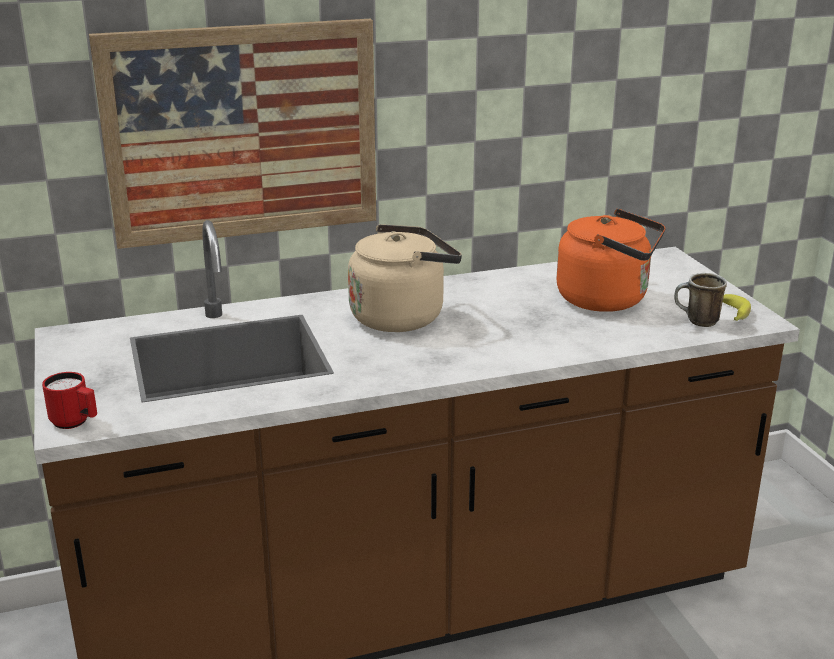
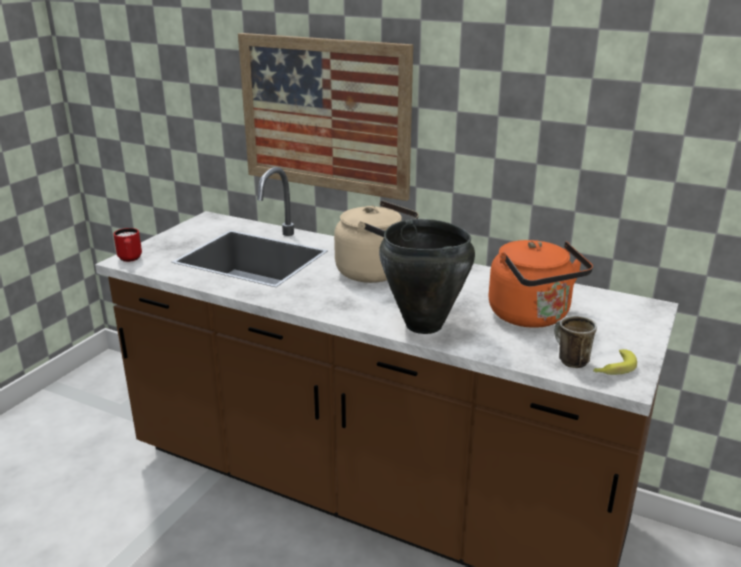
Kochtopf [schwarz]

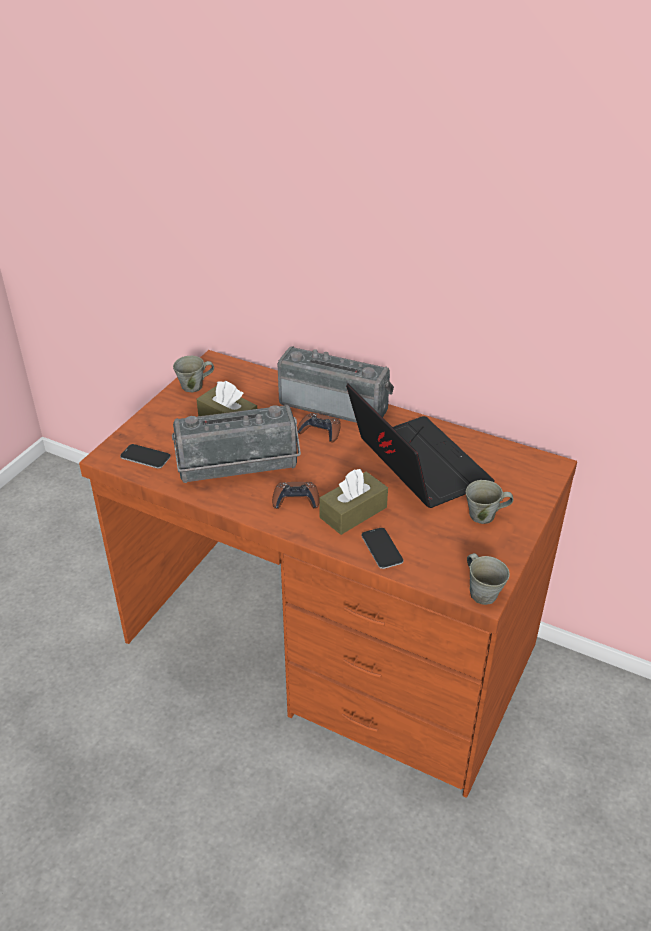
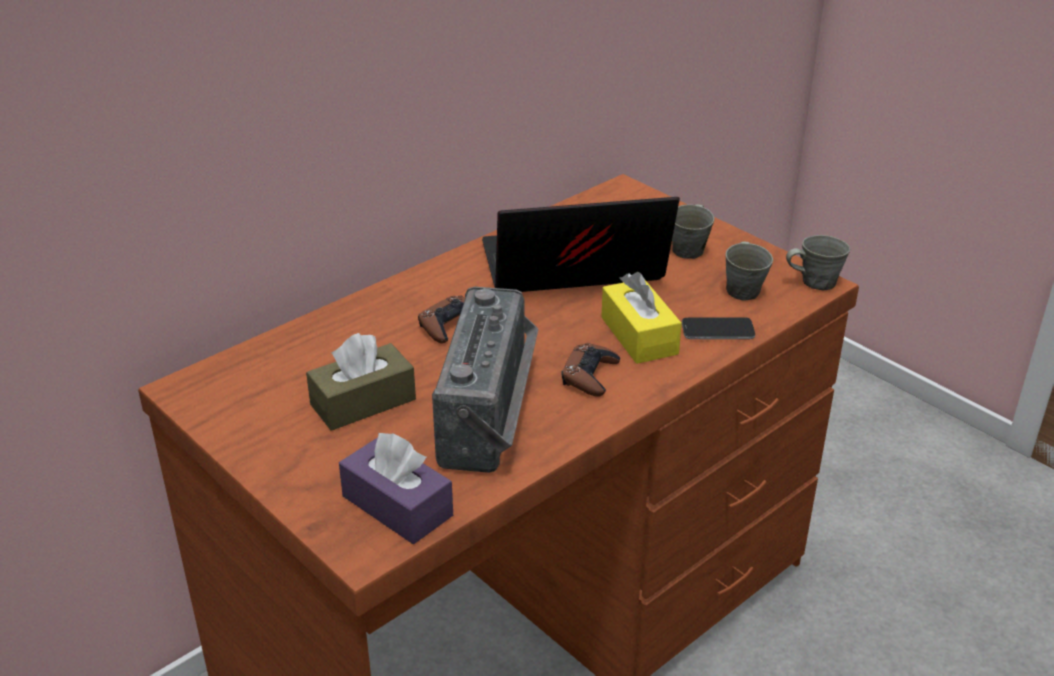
Radio (2nd from left in the first image); Henkelbecher [grau] (2nd from left); Taschentuchbox [lila]; Taschentuchbox [gelb]

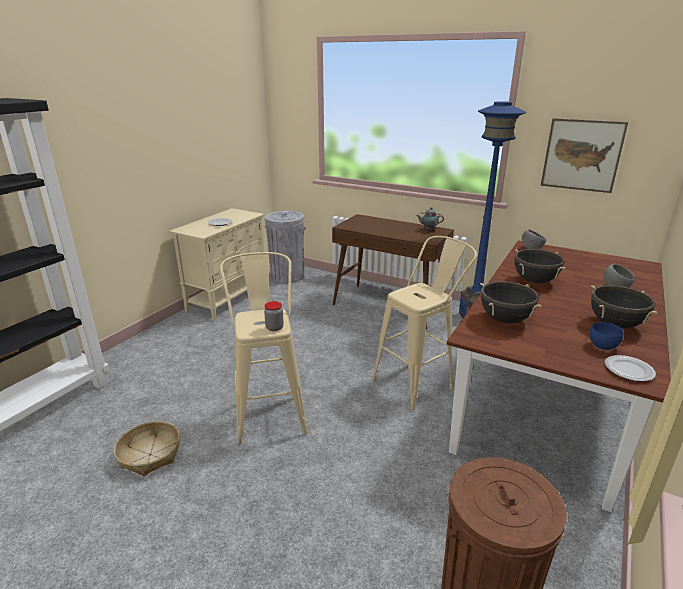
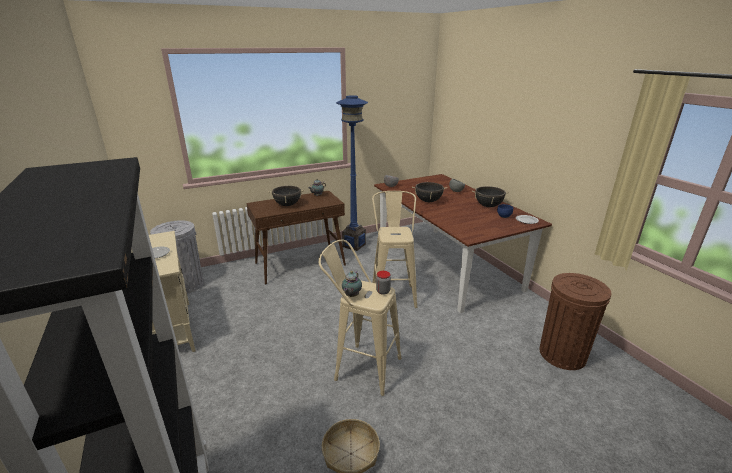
Bild; Kochtopf [schwarz] (1st from left); Teekanne (2nd from left)

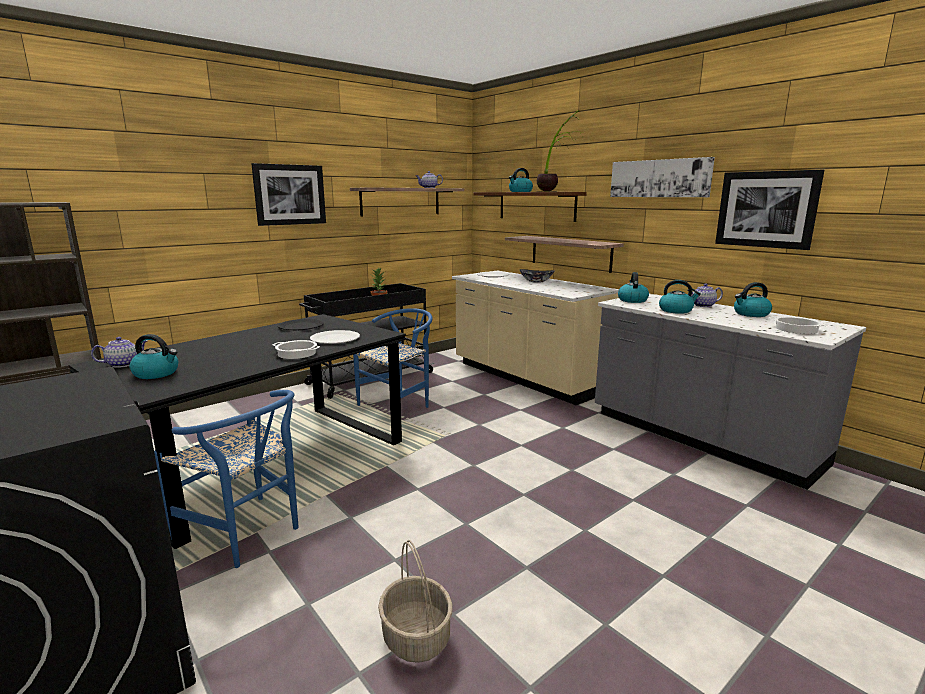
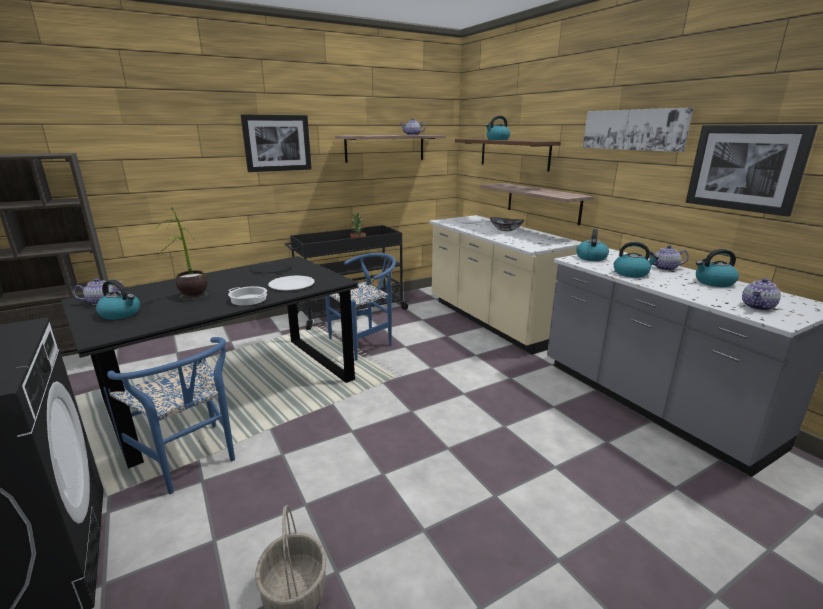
Topfpflanze (1st from left); Teekanne (4th from left)

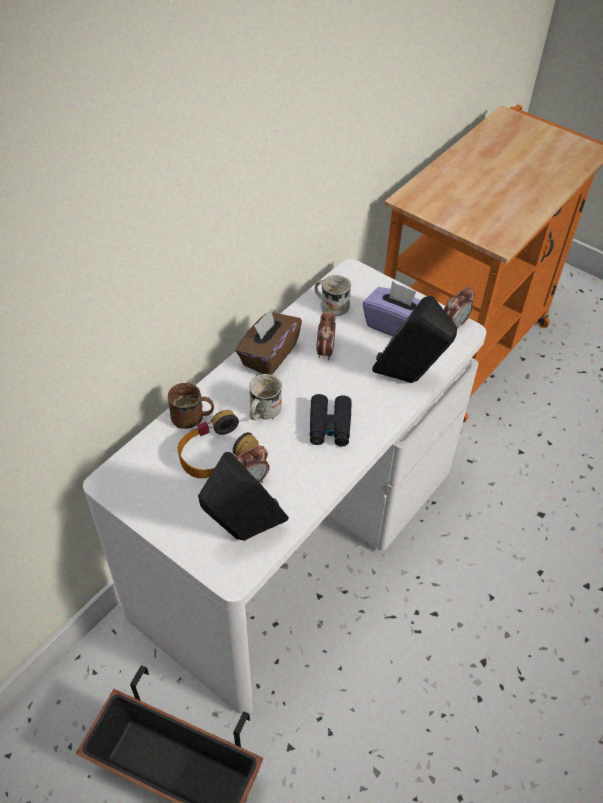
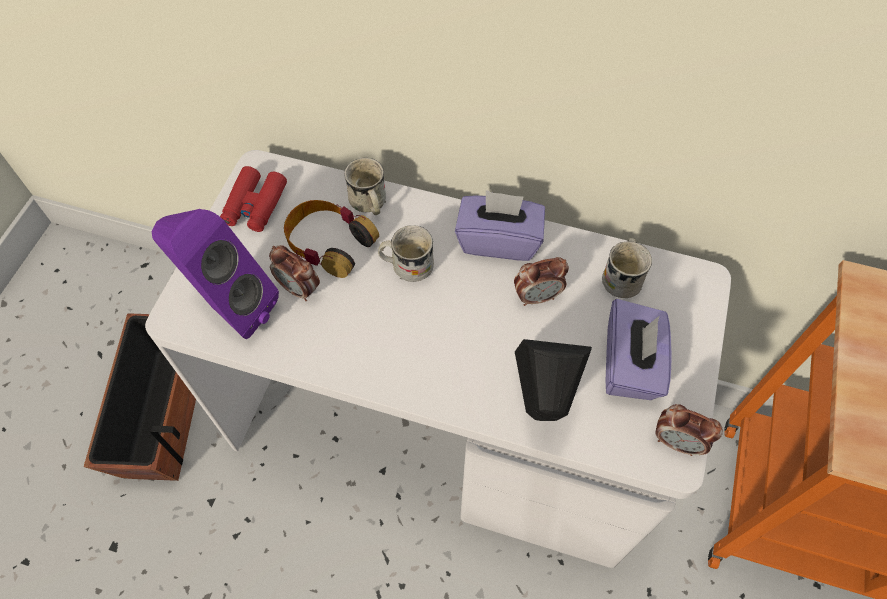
Taschentuchbox [lila] (1st from left); Henkelbecher [weiß] (1st from left); Fernglas [schwarz]; Lautsprecher [lila]; Fernglas [rot]

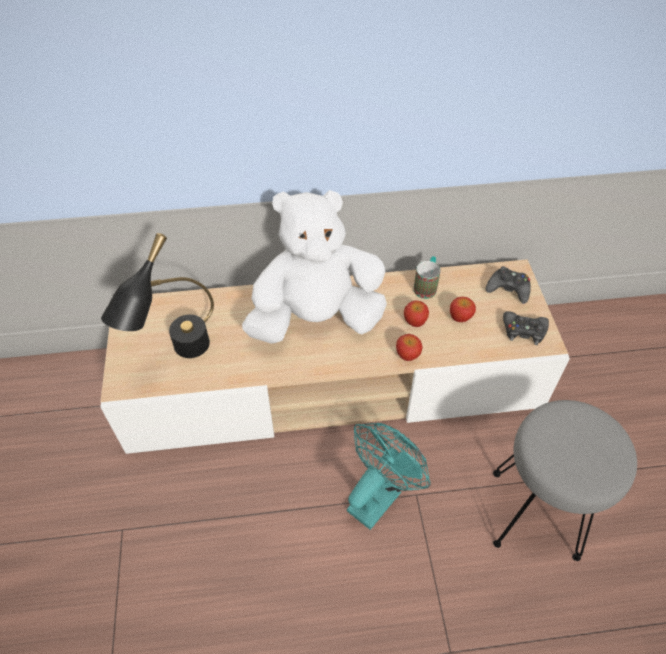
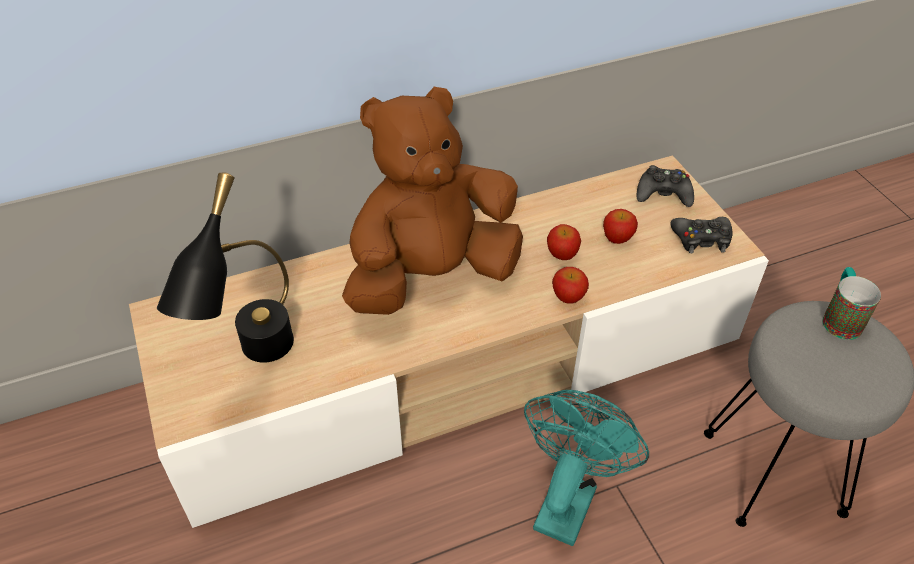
Plüschtier [braun]; Henkelbecher

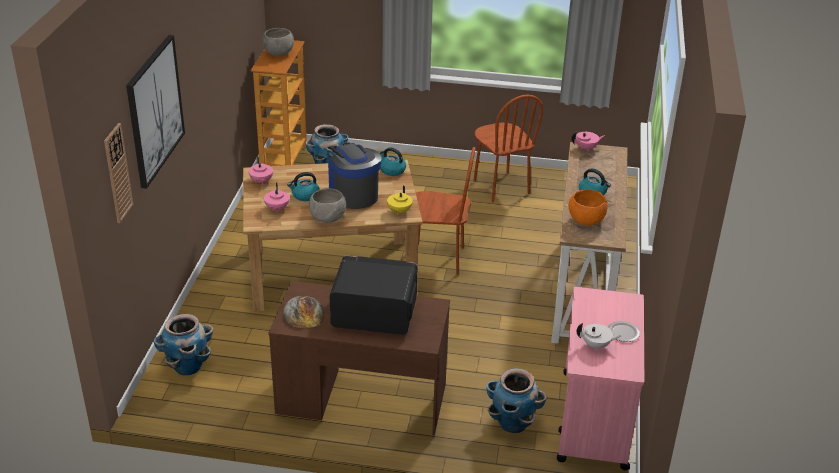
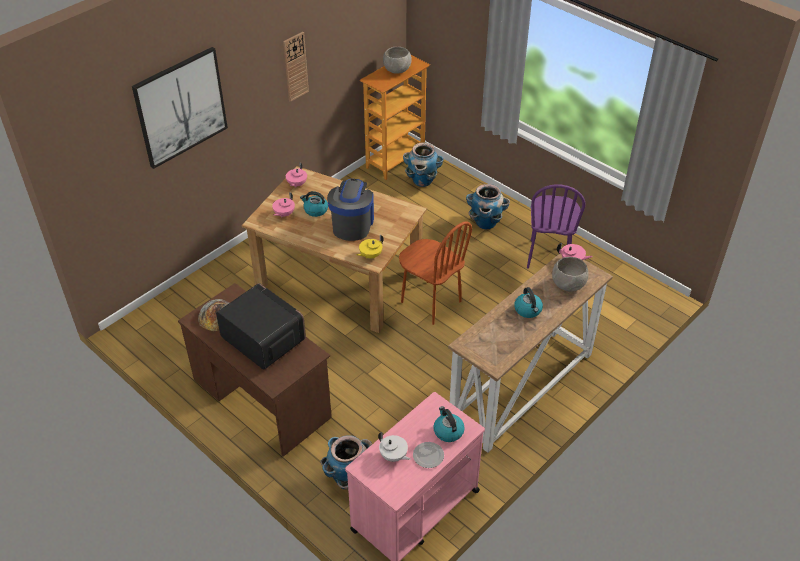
Stuhl [lila]; Wanduhr; Wasserkessel (2nd from left); Schüssel [grau] (2nd from left); Schüssel [orange]; Pflanzkübel (3rd from left)

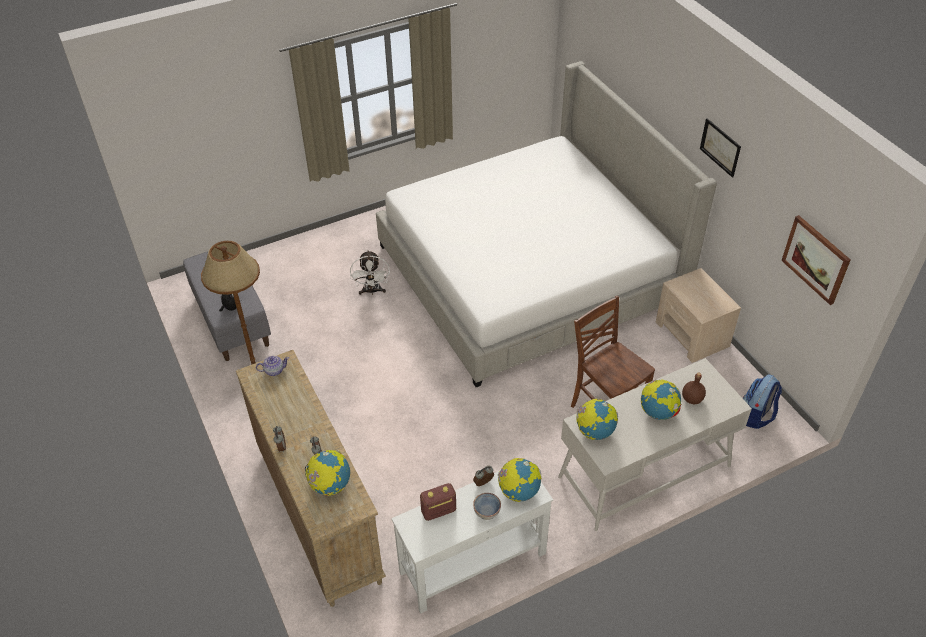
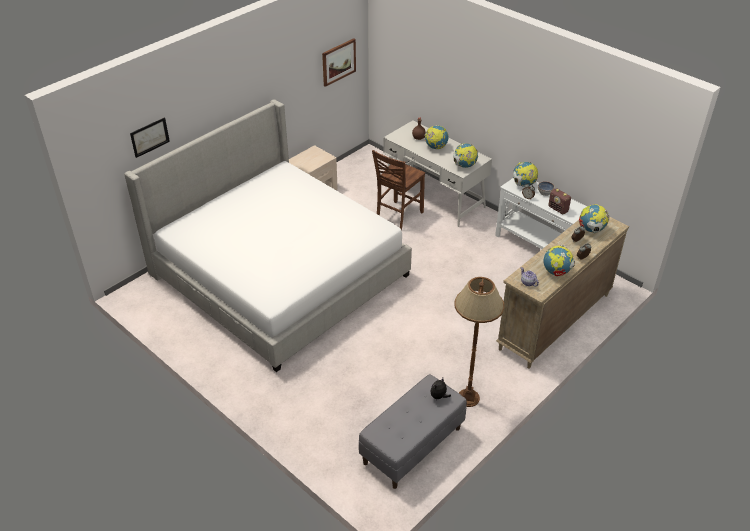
Bild (1st from left); Ventilator [weiß]; Rucksack; Globus (4th from left)

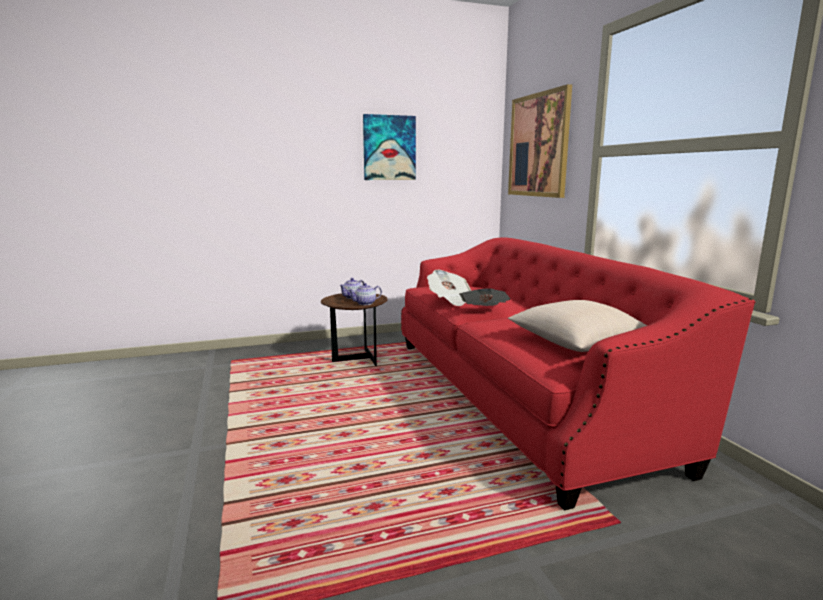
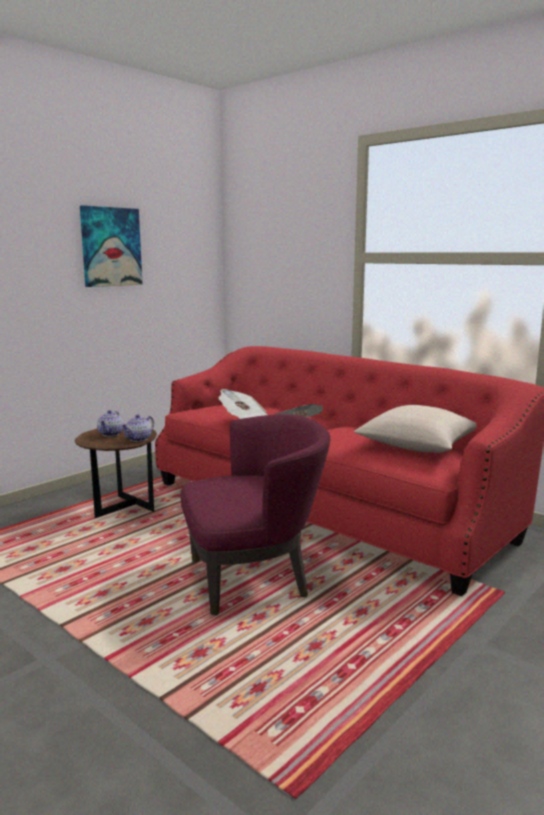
Bild (2nd from left in the first image); Sessel [lila]

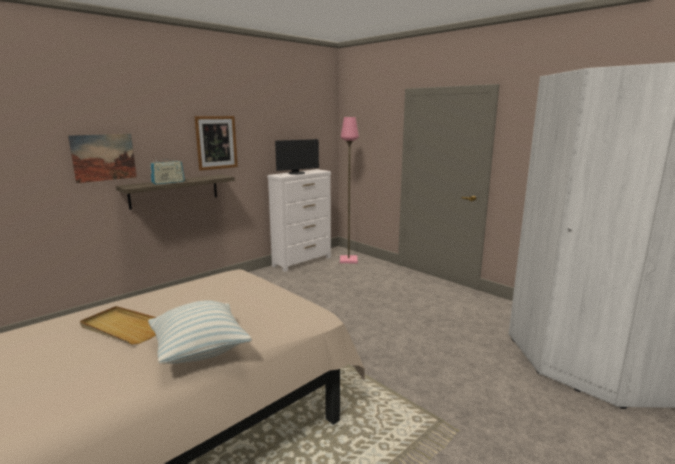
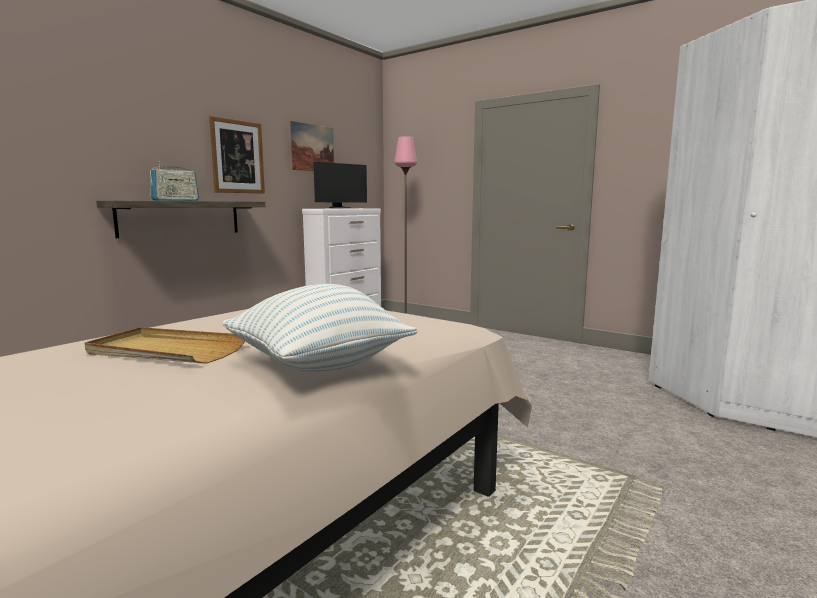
Bild (2nd from left)

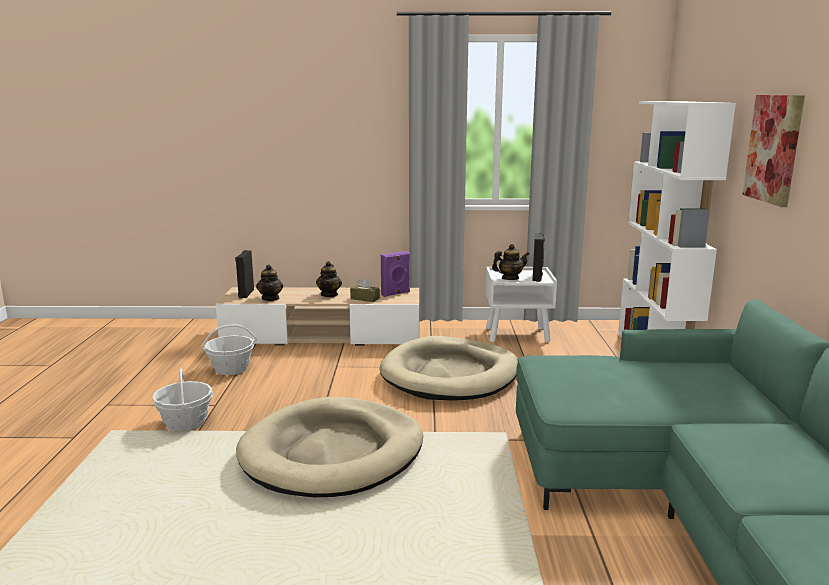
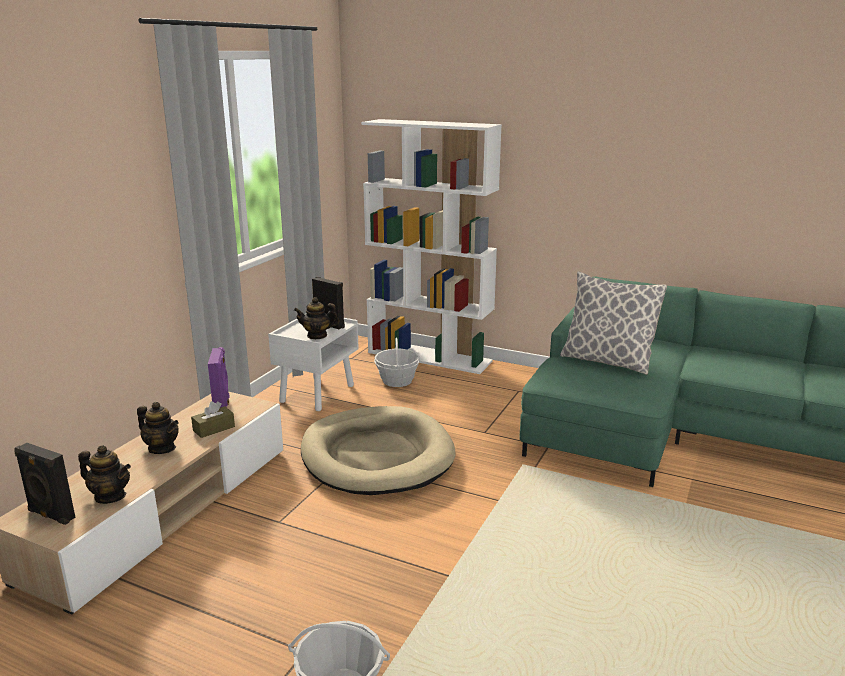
Bild; Teekanne (3rd from left); Korb (2nd from left); Hundebett [beige] (1st from left in the first image); Kissen

